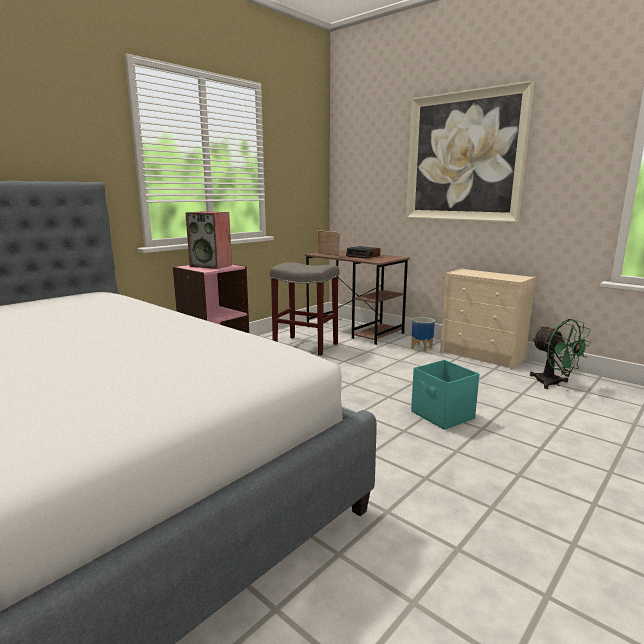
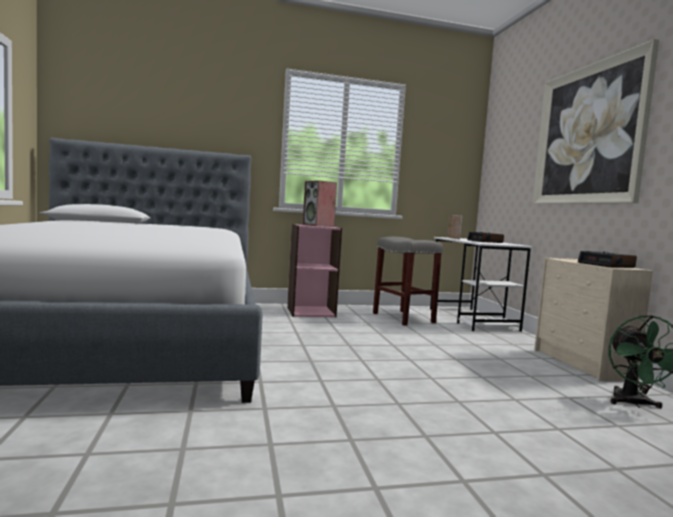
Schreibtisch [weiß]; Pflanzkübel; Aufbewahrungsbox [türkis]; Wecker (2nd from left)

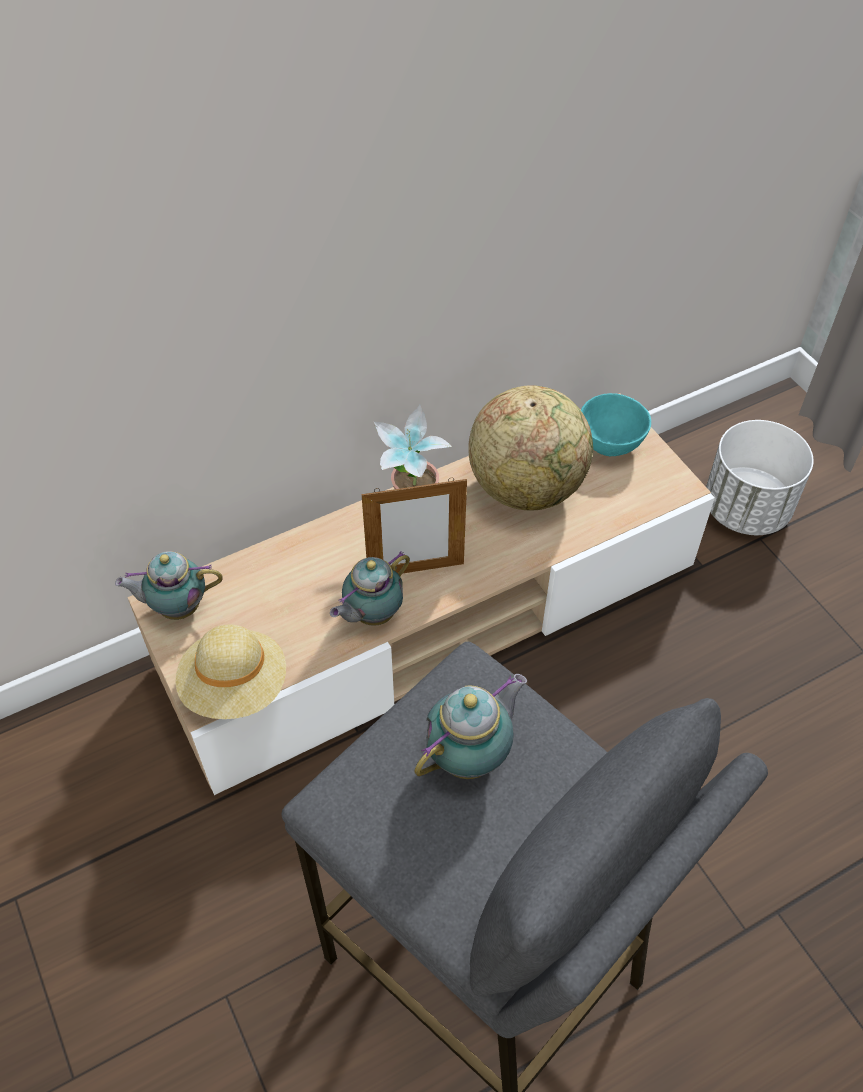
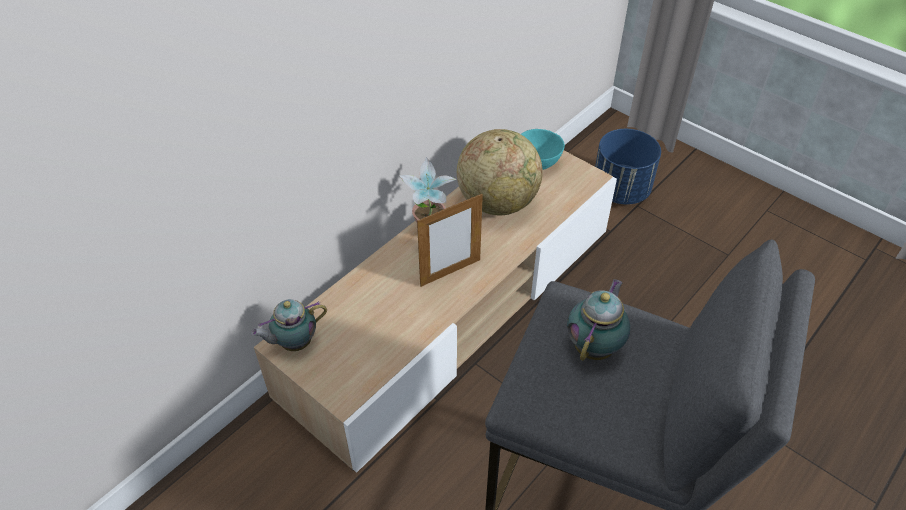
Pflanzkübel [blau]; Teekanne (2nd from left in the first image); Hut [beige]

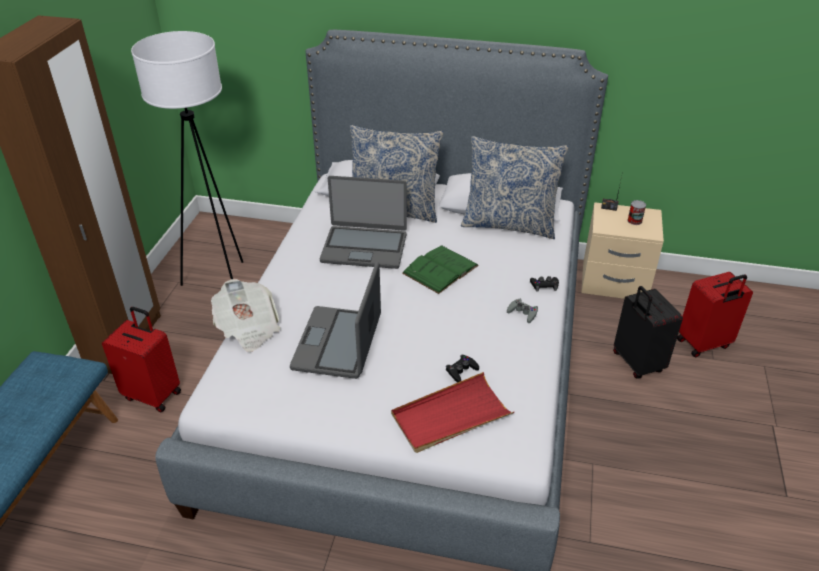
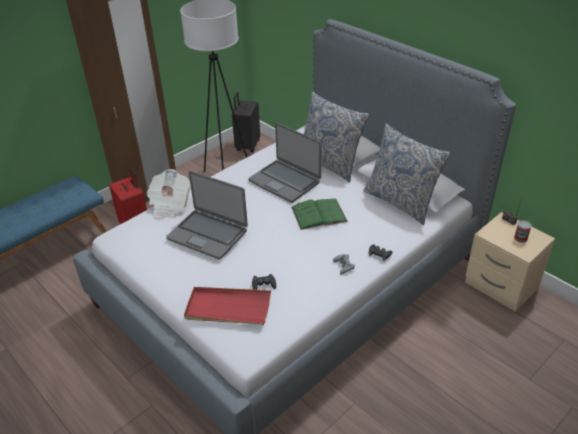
Laptop (1st from left); Koffer [rot] (2nd from left in the first image); Koffer [schwarz]

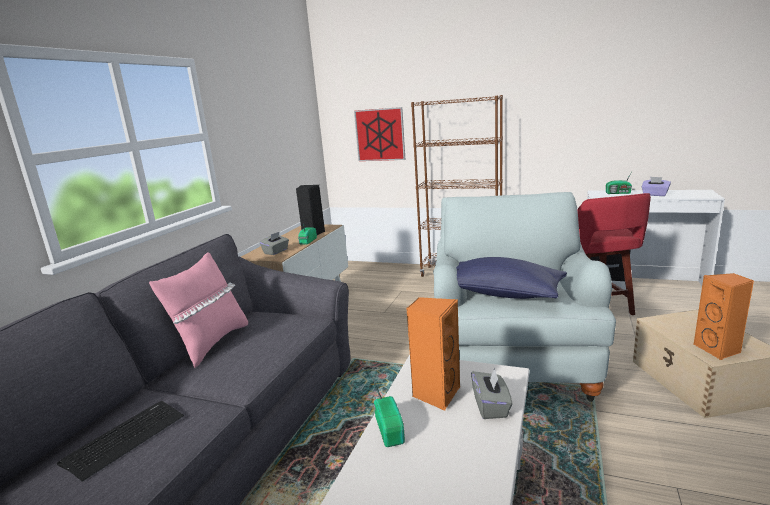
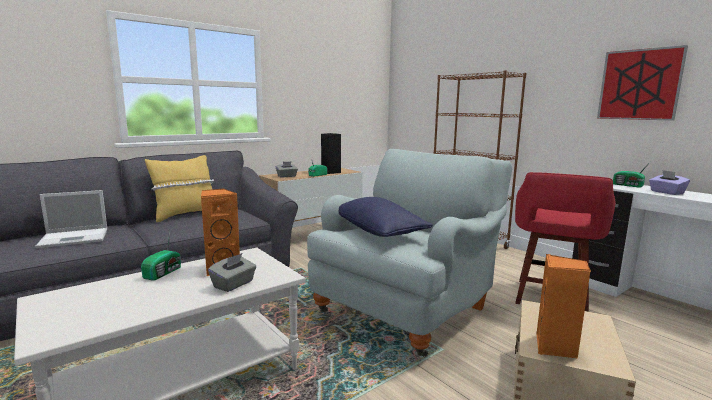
Bild; Kissen [gelb]; Laptop

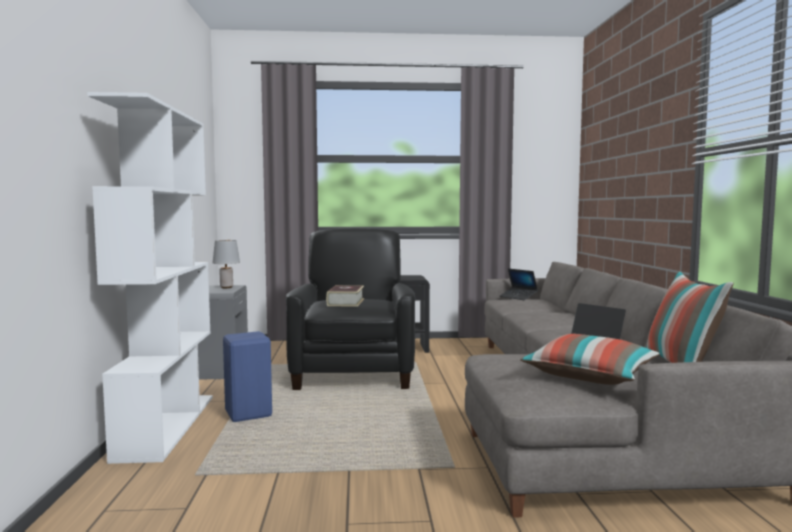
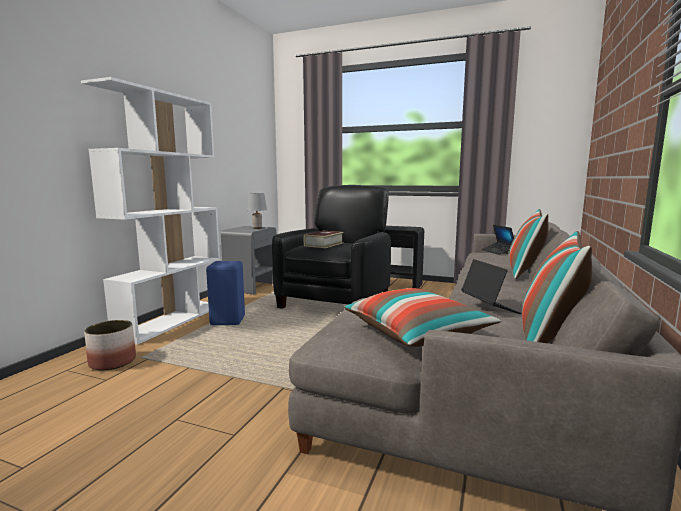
Kissen (2nd from left); Pflanzkübel

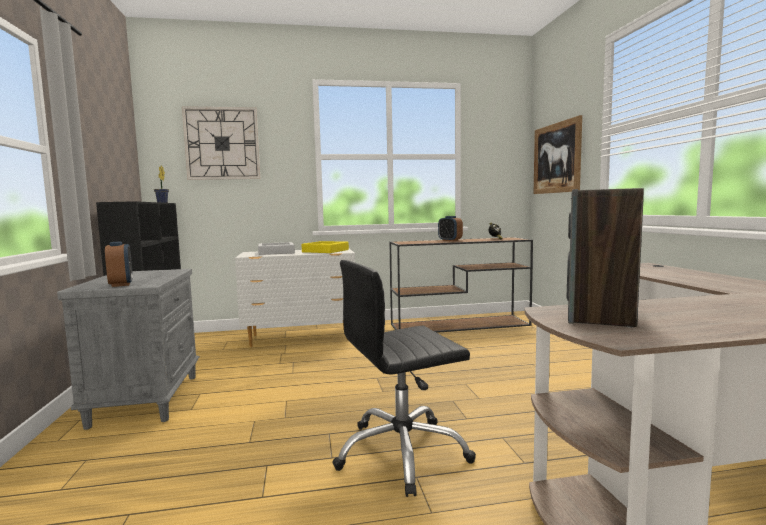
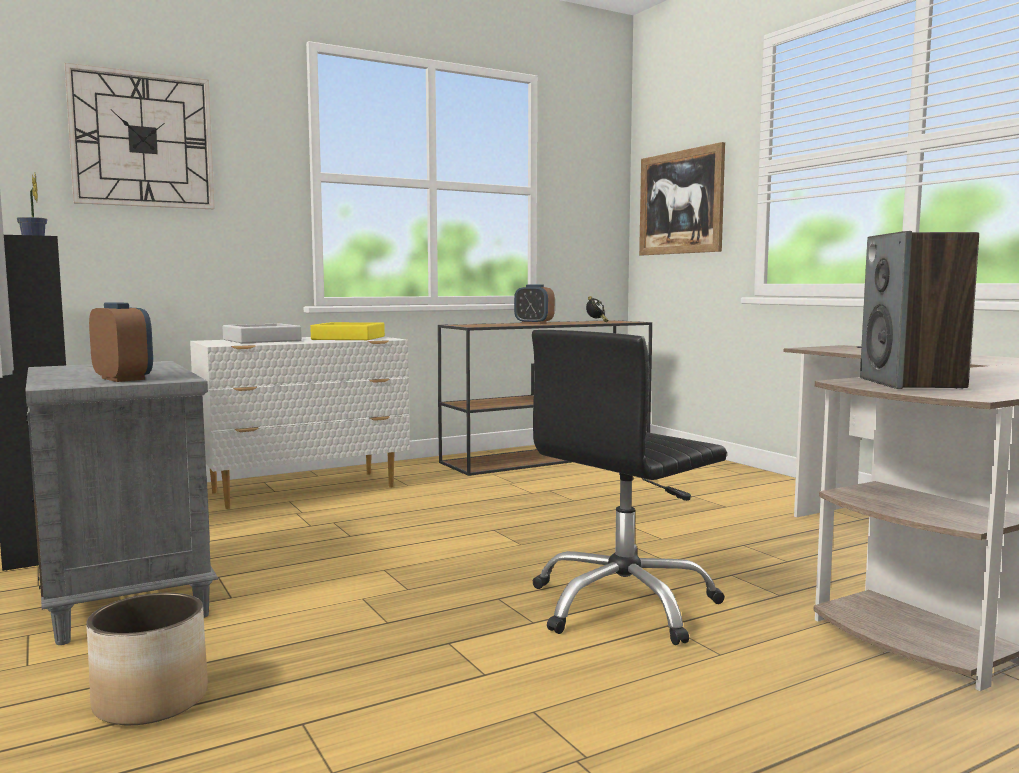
Pflanzkübel

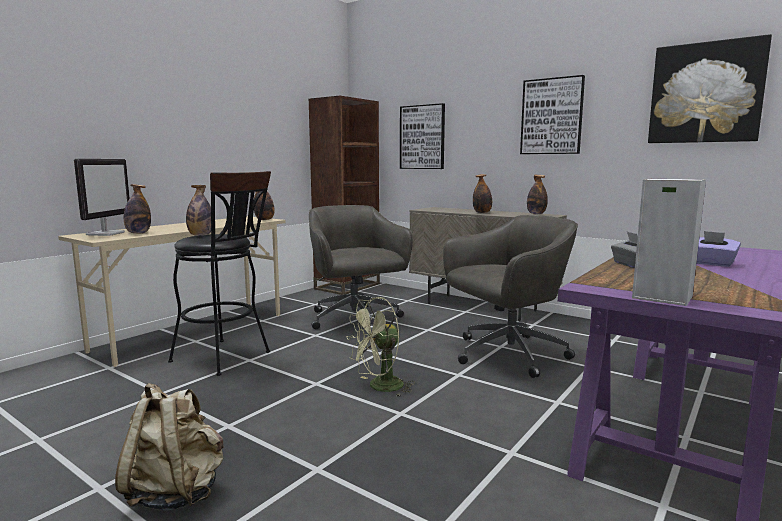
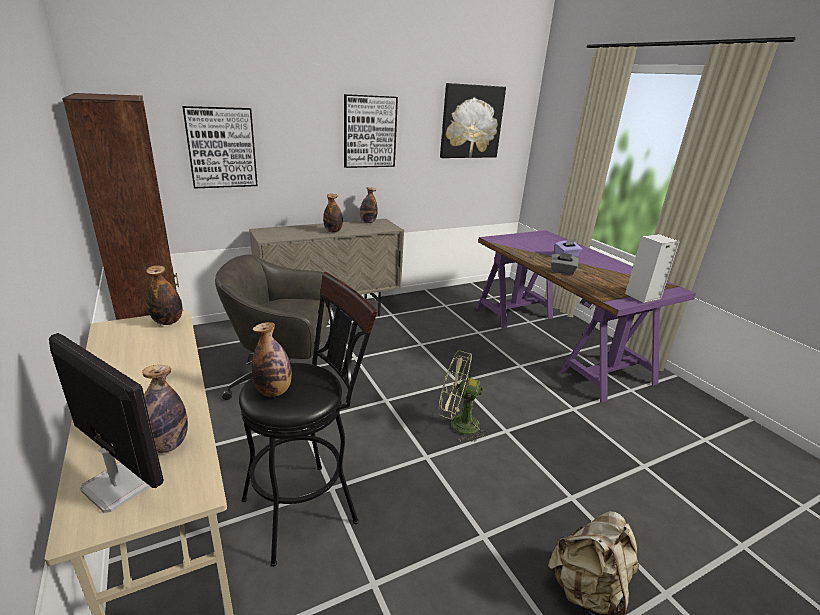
Bürostuhl [grau] (2nd from left in the first image); Ventilator [grün]

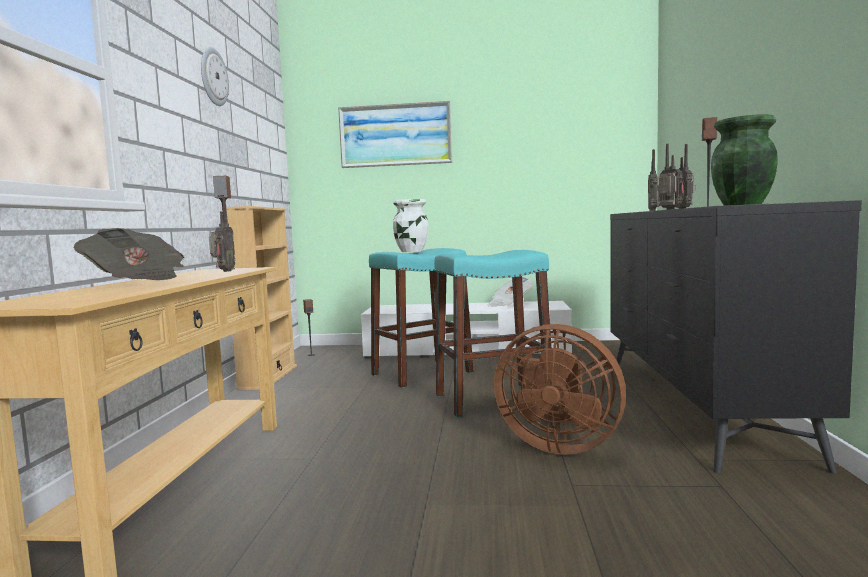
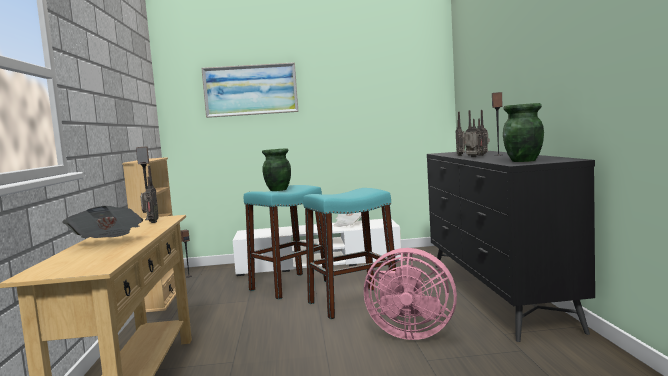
Wanduhr; Vase [grün] (1st from left); Ventilator [rosa]

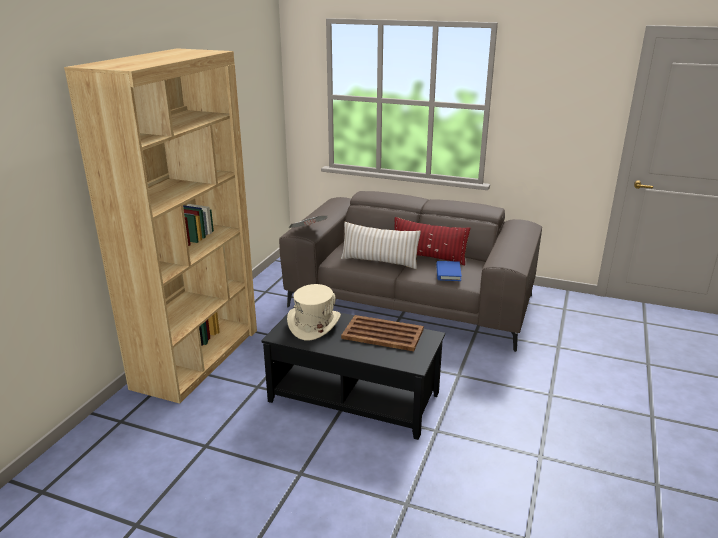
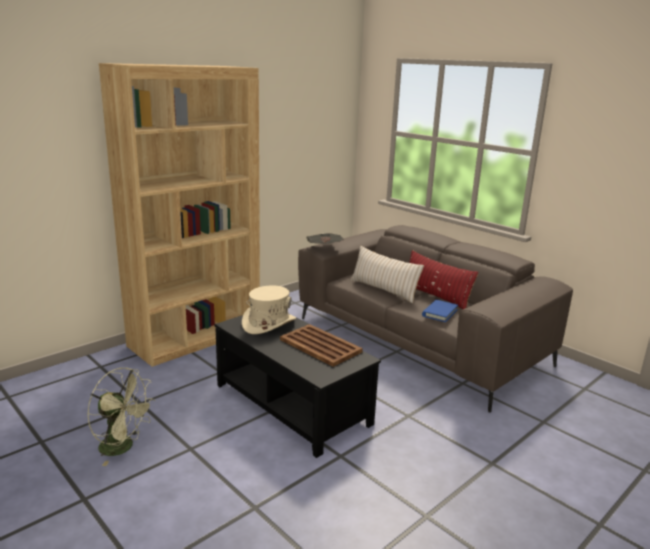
Ventilator [grün]

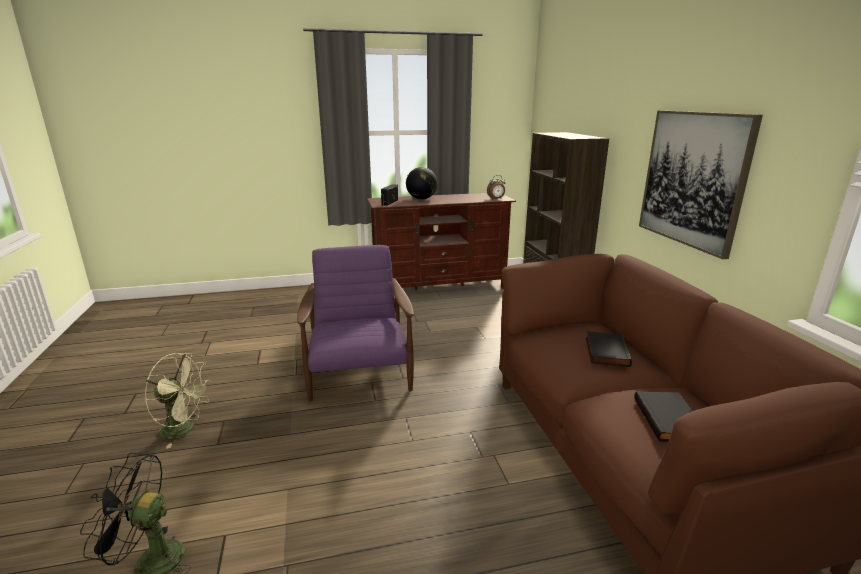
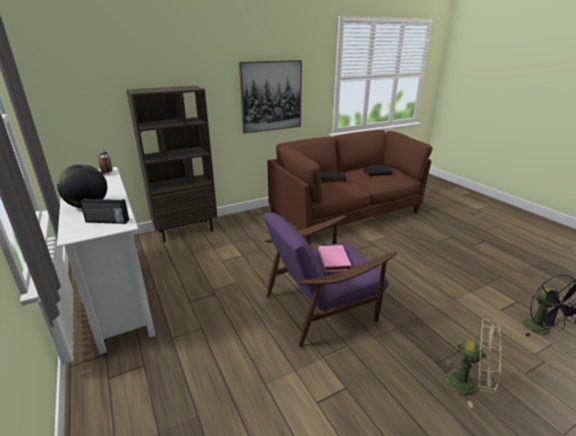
Fernsehschrank [weiß]; Ventilator [grün]; Buch [rosa]

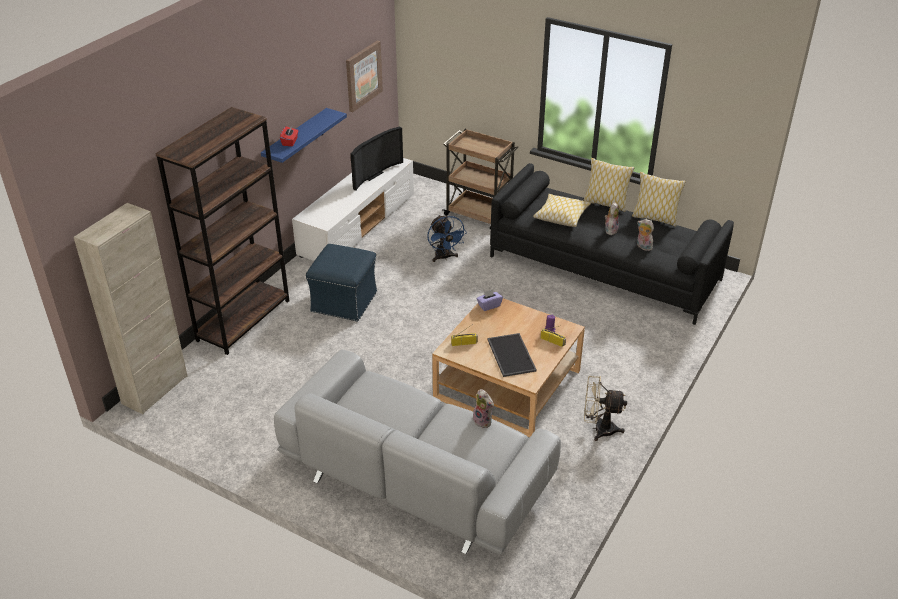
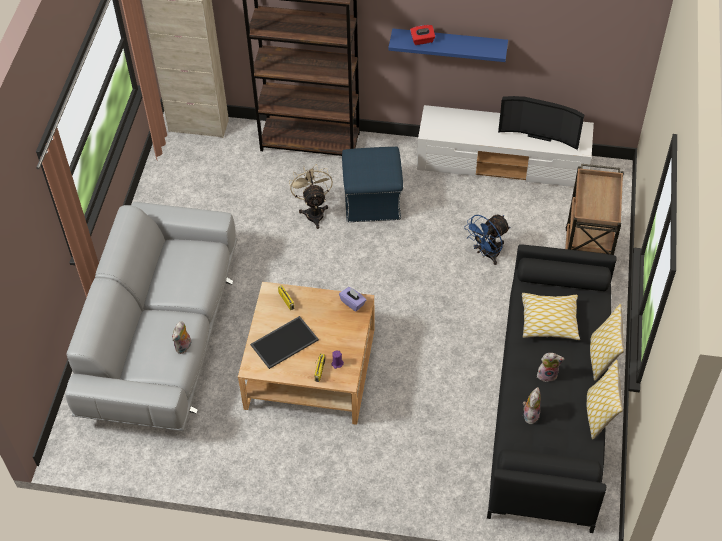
Bild; Ventilator [beige]

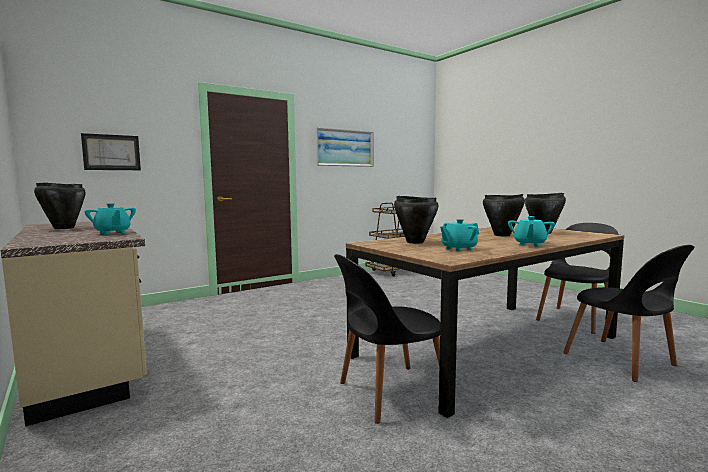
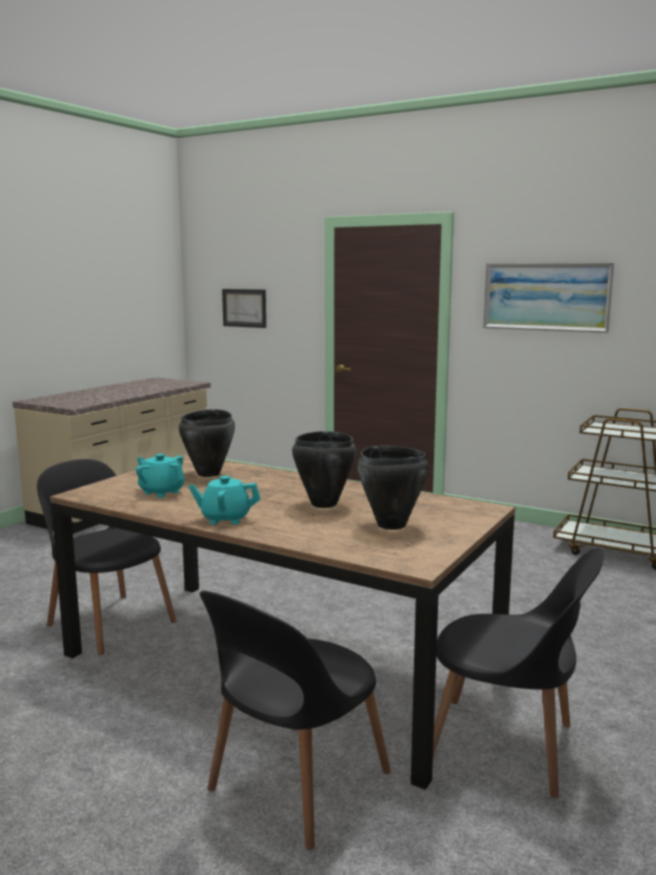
Kochtopf [schwarz] (1st from left in the first image); Teekanne [türkis] (1st from left in the first image)

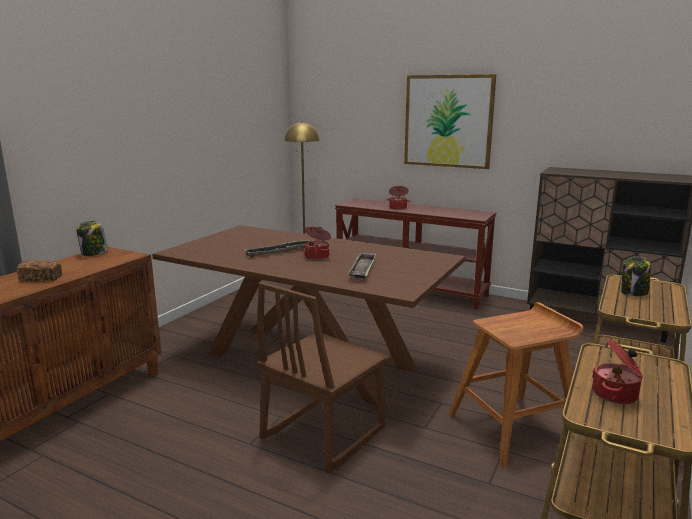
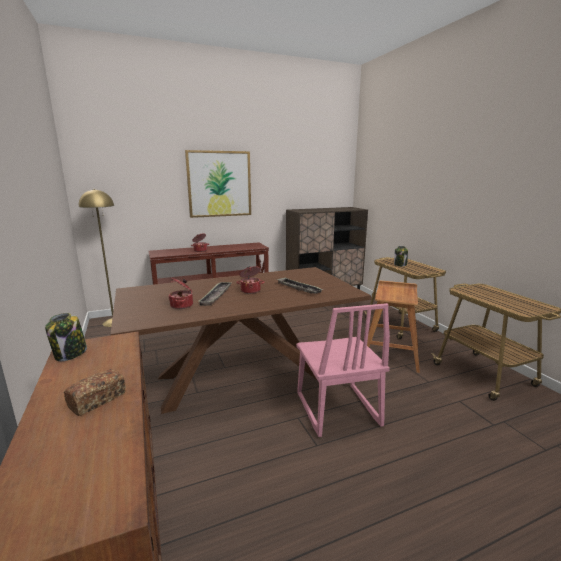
Stuhl [rosa]; Kochtopf (1st from left)

